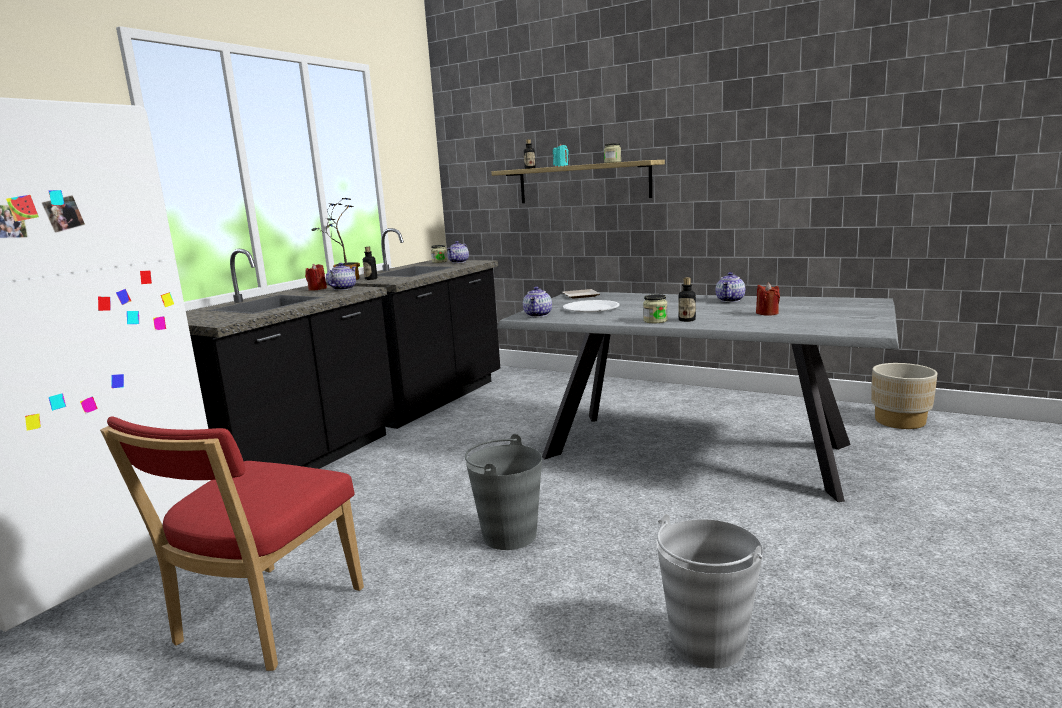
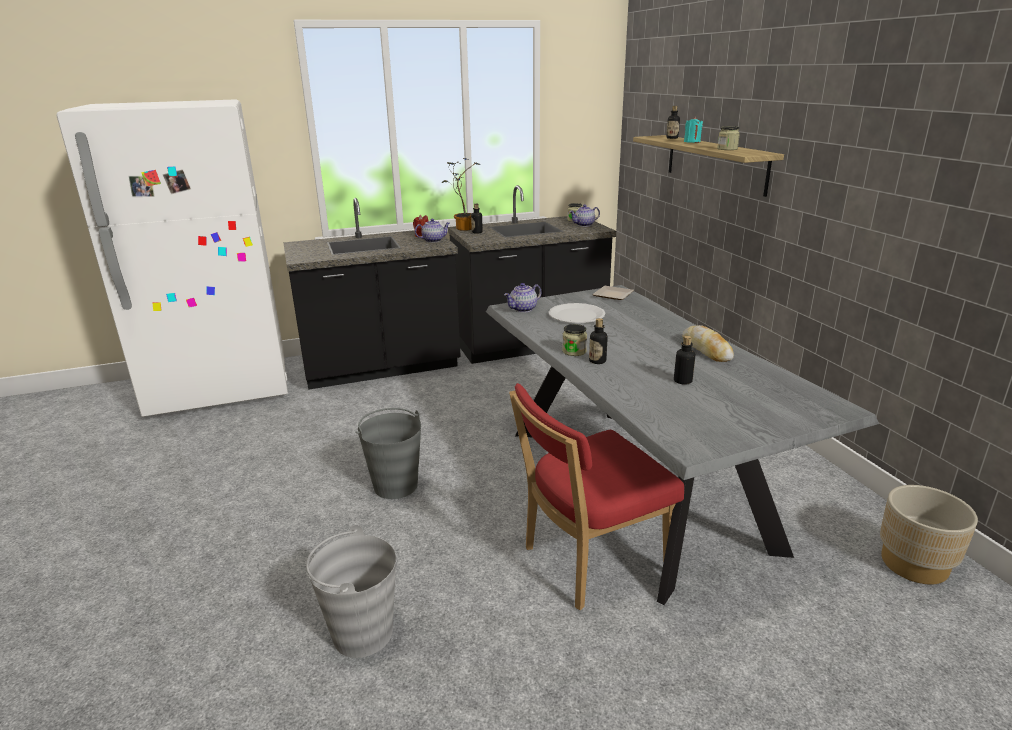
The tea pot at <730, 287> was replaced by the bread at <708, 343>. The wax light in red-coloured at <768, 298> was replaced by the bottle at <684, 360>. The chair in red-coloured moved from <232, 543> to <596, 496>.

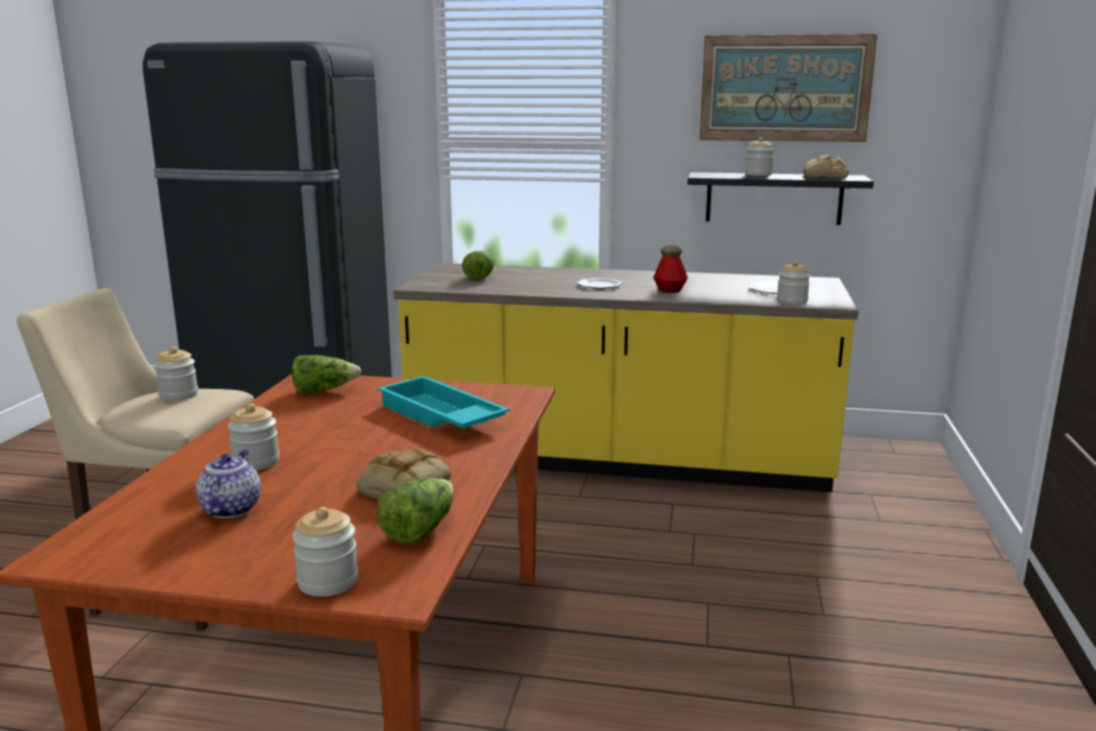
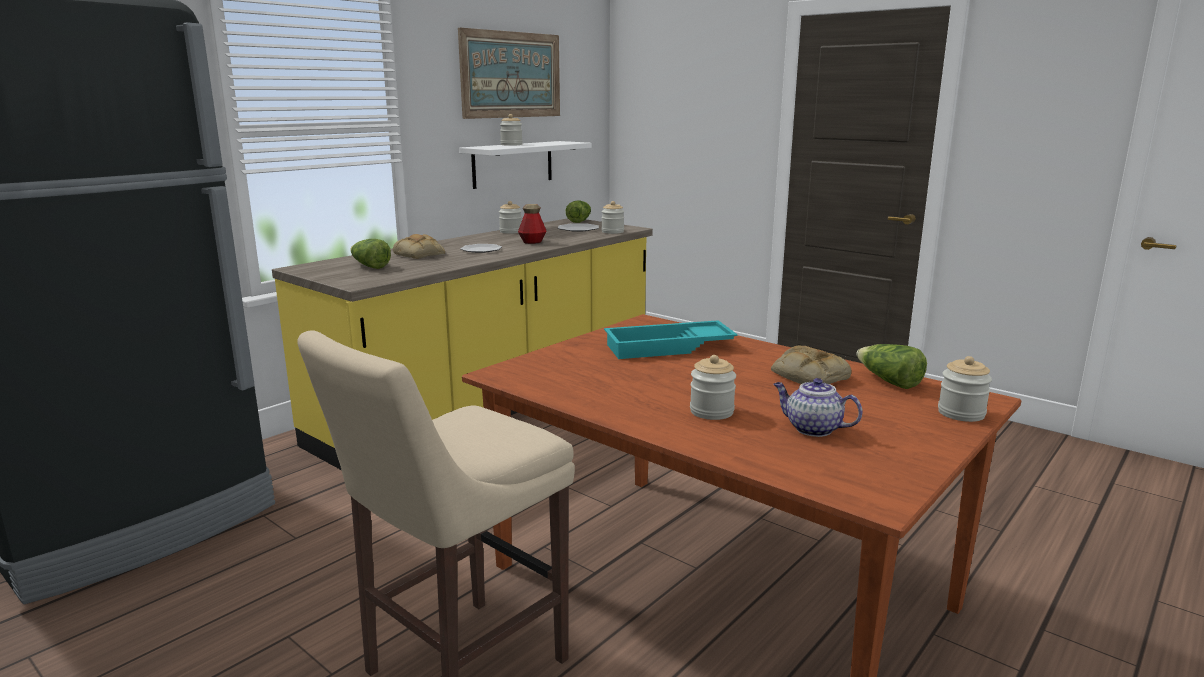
The bread moved from <826, 166> to <419, 246>. The wall shelf in blackish at <781, 198> became the wall shelf in white-coloured at <525, 165>. The preserve jar moved from <176, 373> to <510, 217>. The lettuce head moved from <326, 374> to <578, 211>.

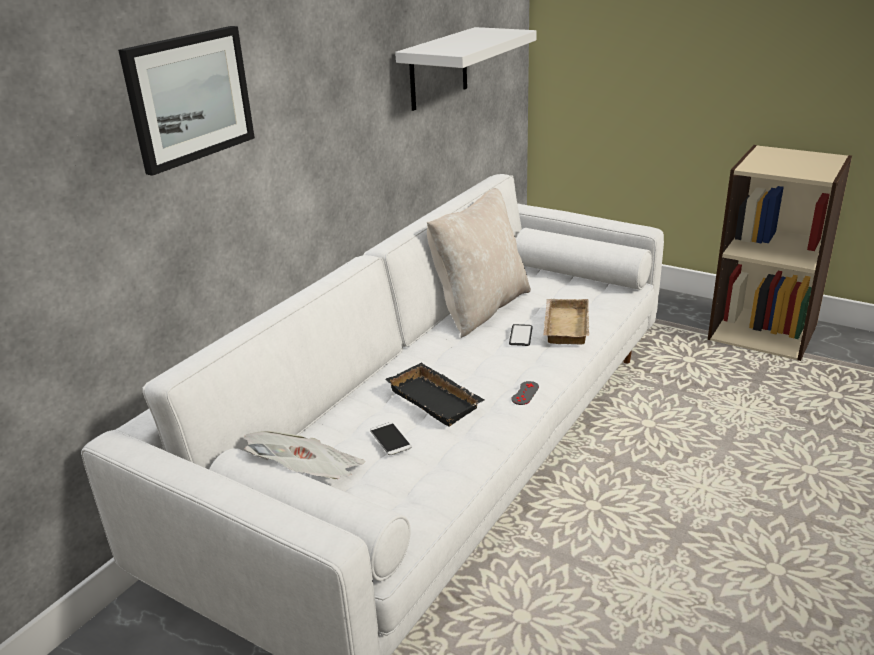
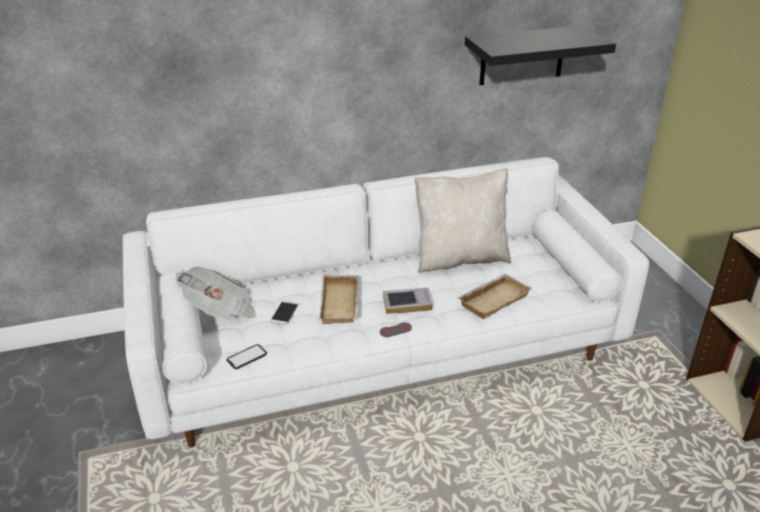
The wall picture at <186, 101> disappeared. The wall shelf in white-coloured at <466, 69> became the wall shelf in blackish at <540, 55>. The phone moved from <521, 335> to <246, 356>. The serving tray in blackish at <435, 395> became the serving tray in sand-coloured at <339, 299>. The bound book at <407, 301> appeared.

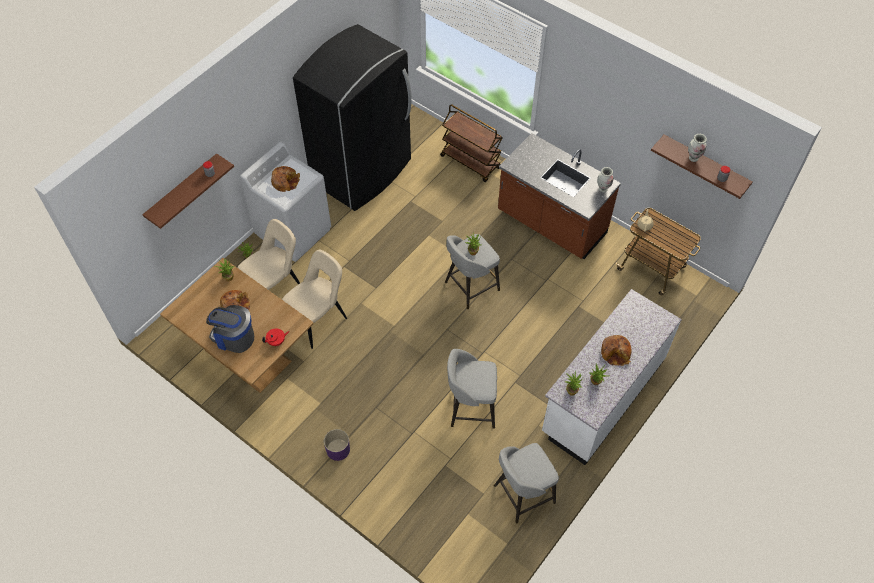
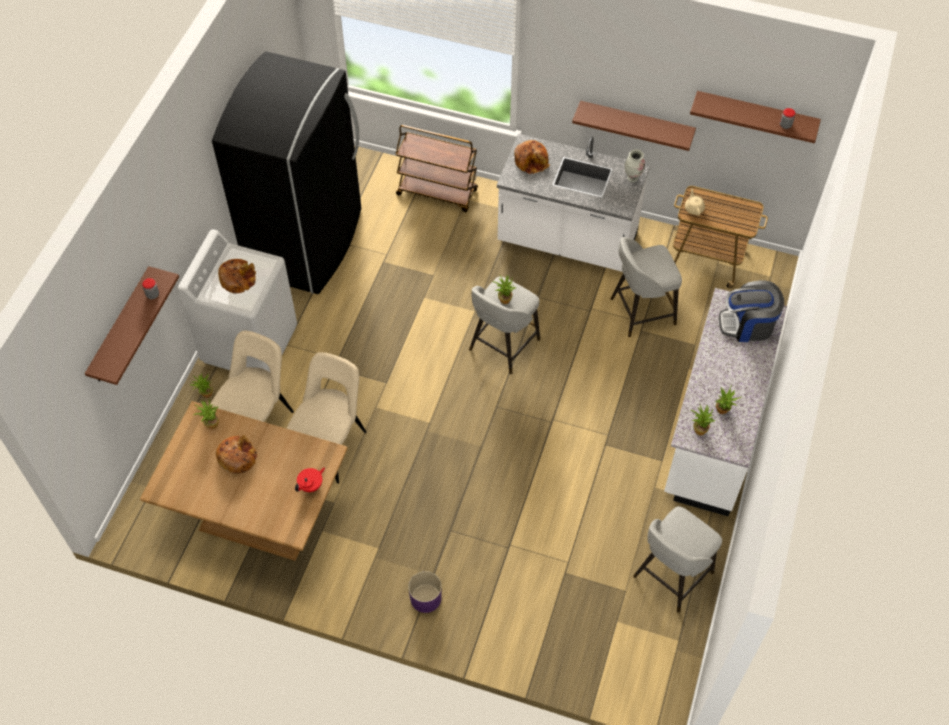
The kitchen counter in brown at <559, 196> became the kitchen counter in white-coloured at <573, 203>. The decorative vase at <697, 148> disappeared. The coffee maker moved from <230, 329> to <751, 311>. The bread moved from <616, 350> to <532, 157>. The sitting stool in gray moved from <472, 389> to <646, 287>. The wall shelf in brown at <634, 126> appeared.

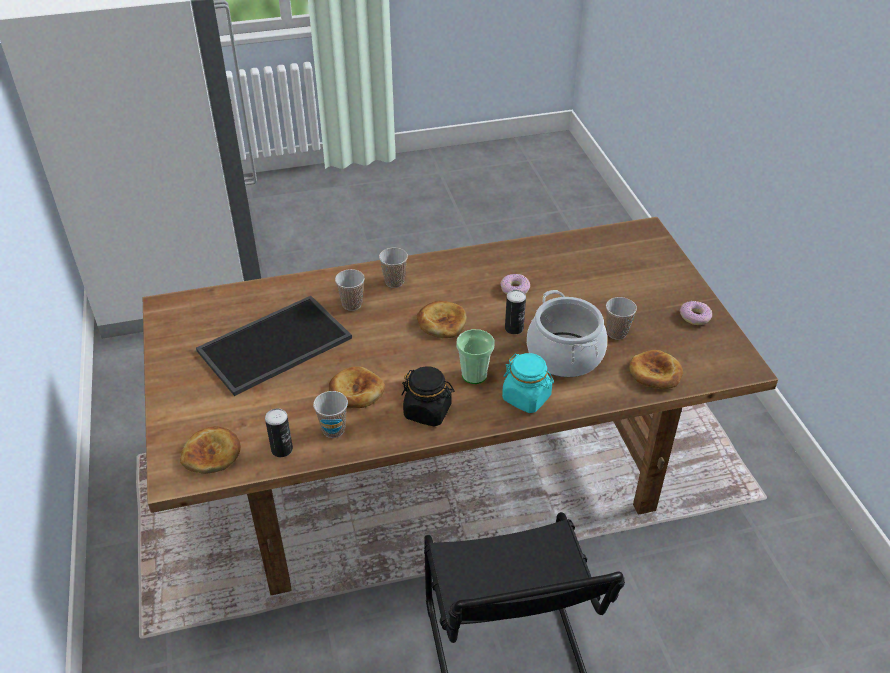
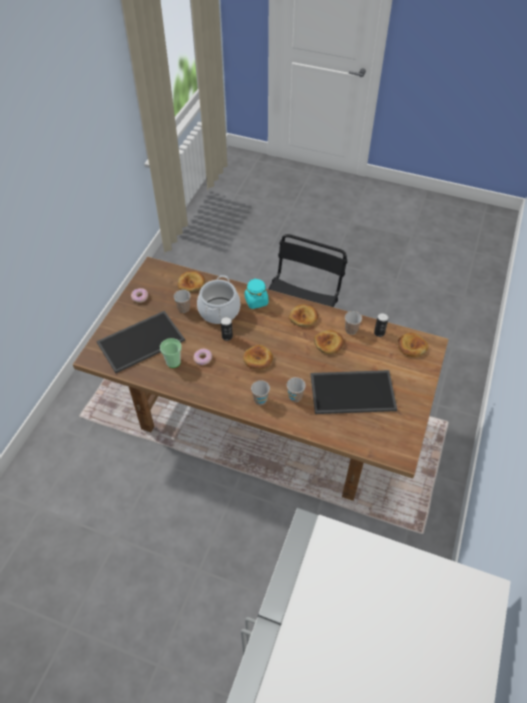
The drinking cup moved from <475, 356> to <171, 353>. The preserve jar in blackish at <428, 396> was replaced by the bread at <303, 315>. The serving tray at <140, 342> appeared.

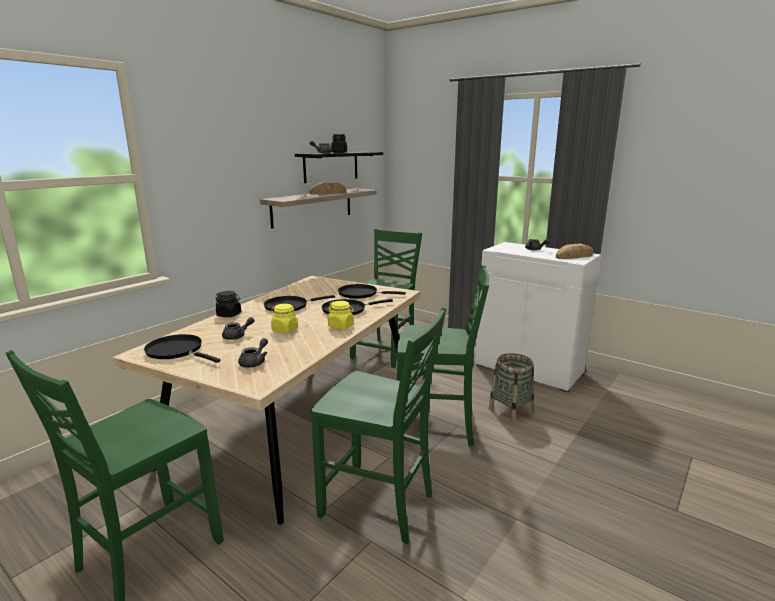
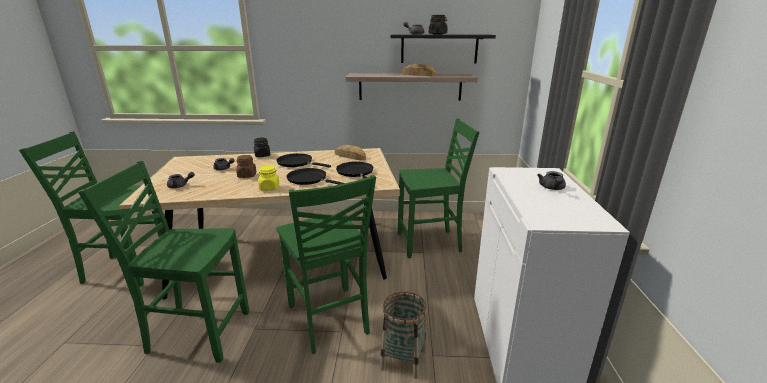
The bread moved from <574, 251> to <350, 152>. The preserve jar in yellow-coloured at <284, 318> became the preserve jar in brown at <246, 166>. The chair in green-coloured at <379, 425> turned 105 degrees clockwise. The skillet in blackish at <182, 348> disappeared.

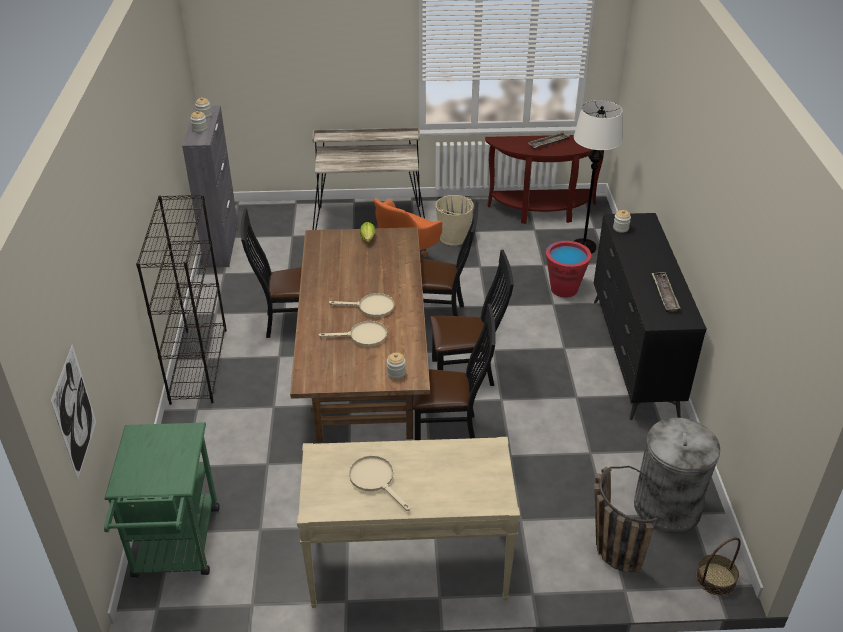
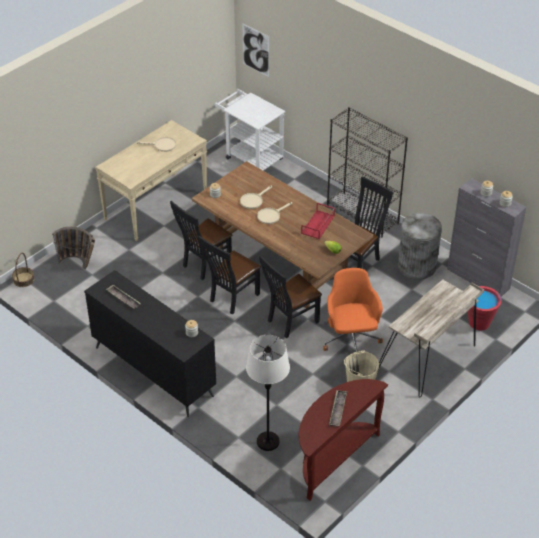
The bucket in red-coloured moved from <568, 269> to <485, 308>. The trash can in gray moved from <677, 476> to <420, 246>. The wheeled cart in green-coloured at <162, 500> became the wheeled cart in white-coloured at <250, 130>. The serving tray in red-coloured at <318, 221> appeared.

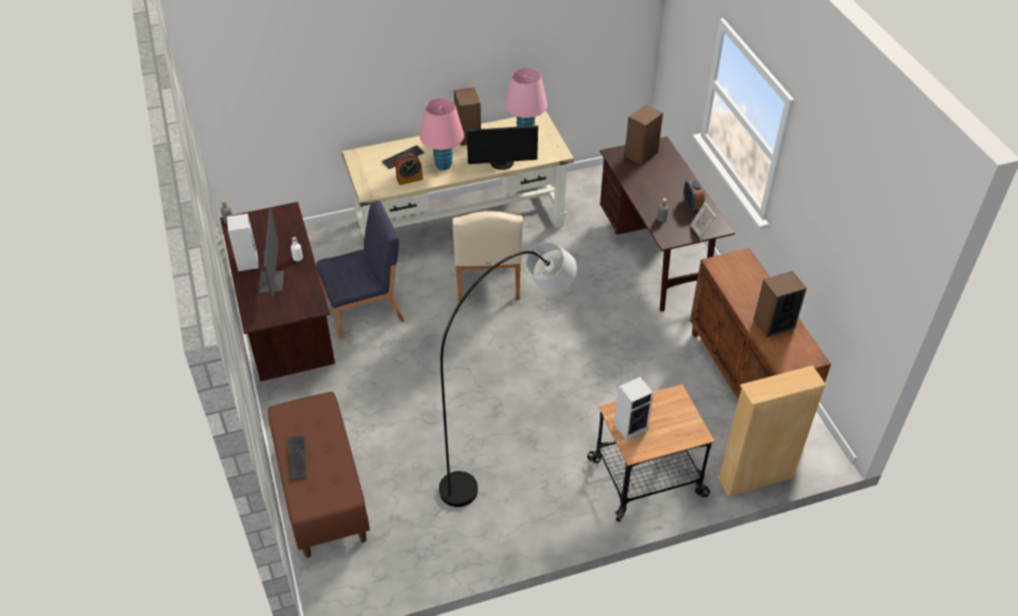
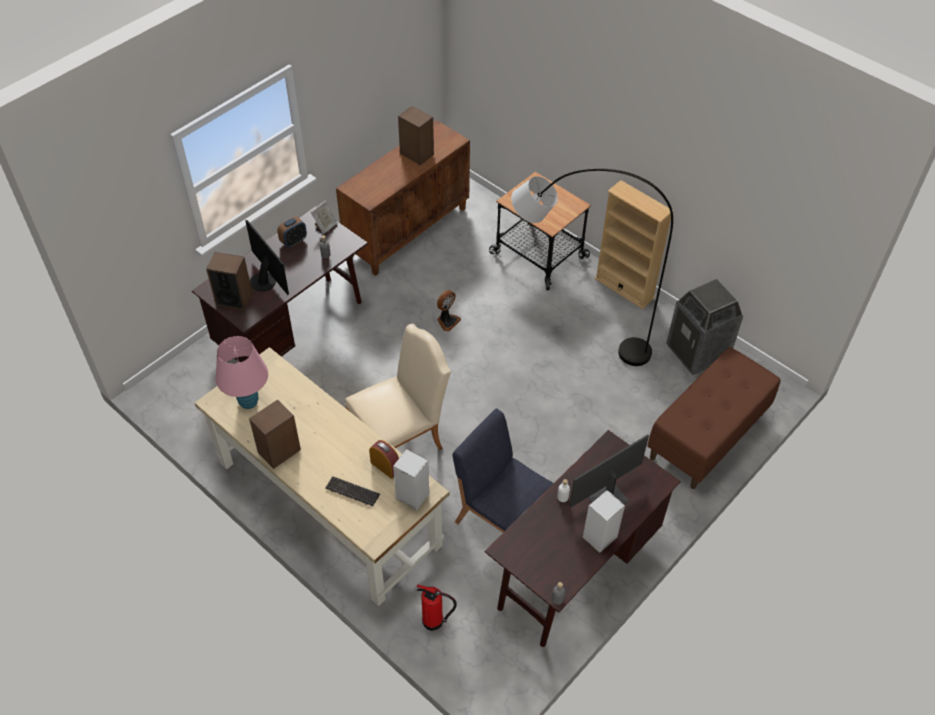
The tabletop lamp in pink at <442, 134> disappeared. The monitor moved from <502, 147> to <267, 257>. The bookshelf in sand-coloured moved from <771, 430> to <634, 244>. The speaker moved from <633, 408> to <411, 479>. The PC keyboard at <297, 458> disappeared. The trash can at <704, 327> appeared. The electric fan at <449, 311> appeared. The extinguisher at <437, 608> appeared.

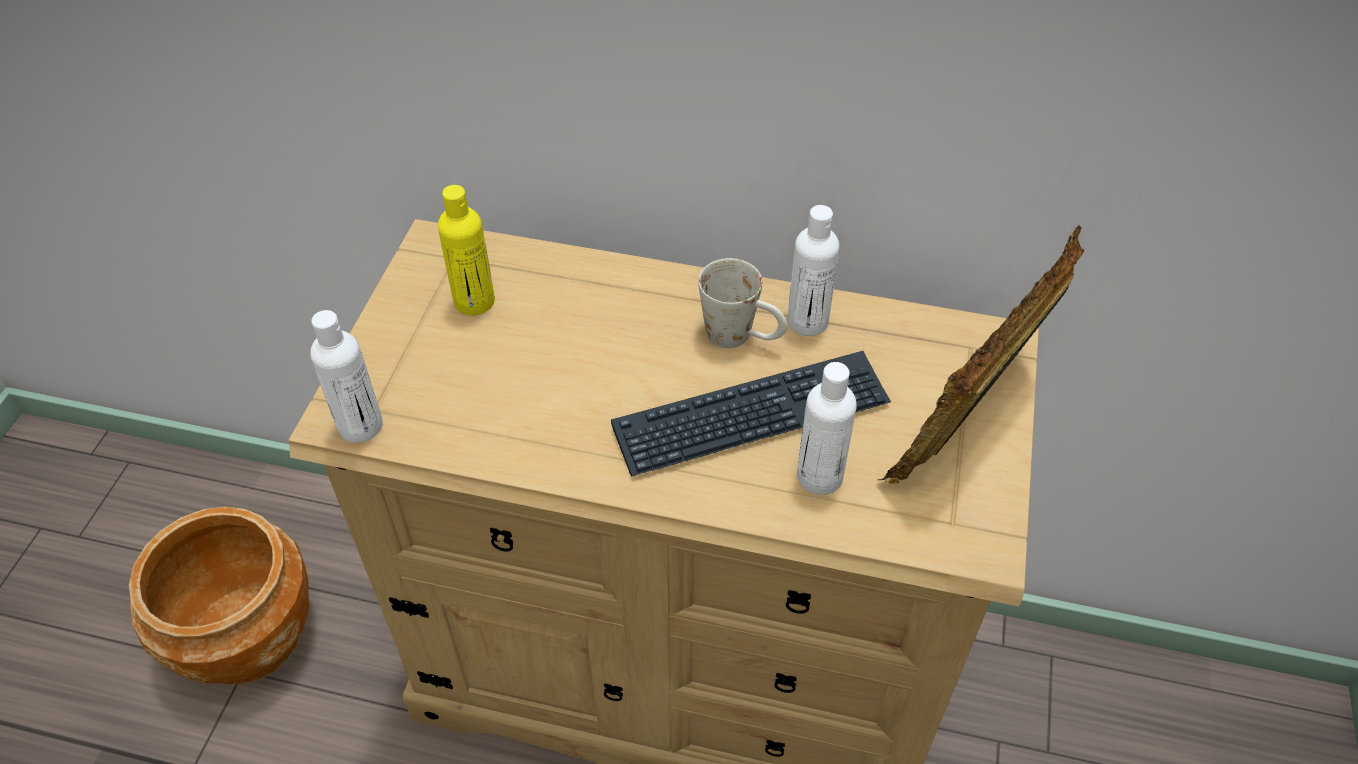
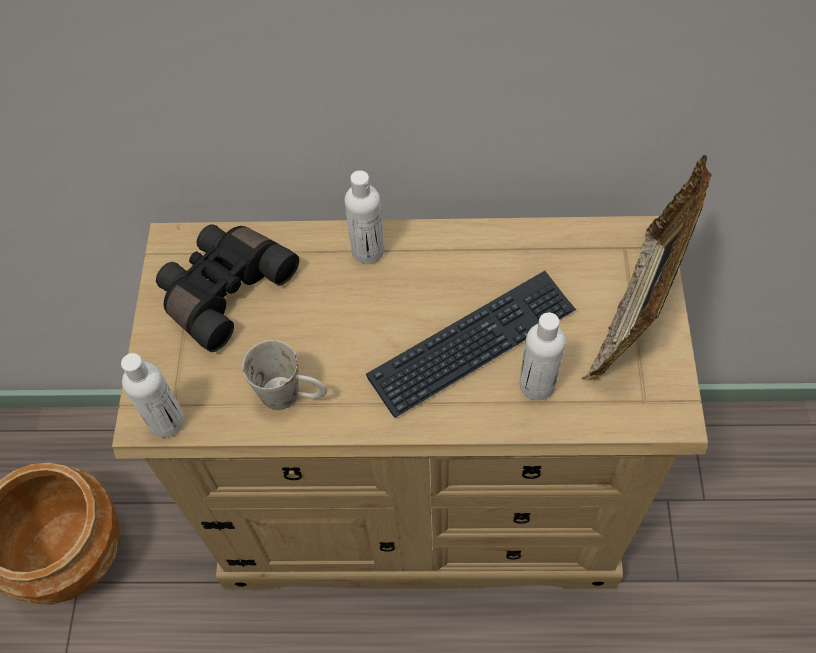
The bottle in yellow-coloured at <466, 250> was replaced by the binoculars in blackish at <227, 288>. The bottle in white-coloured moved from <813, 270> to <364, 217>. The tea mug in white-coloured moved from <742, 303> to <284, 375>.

